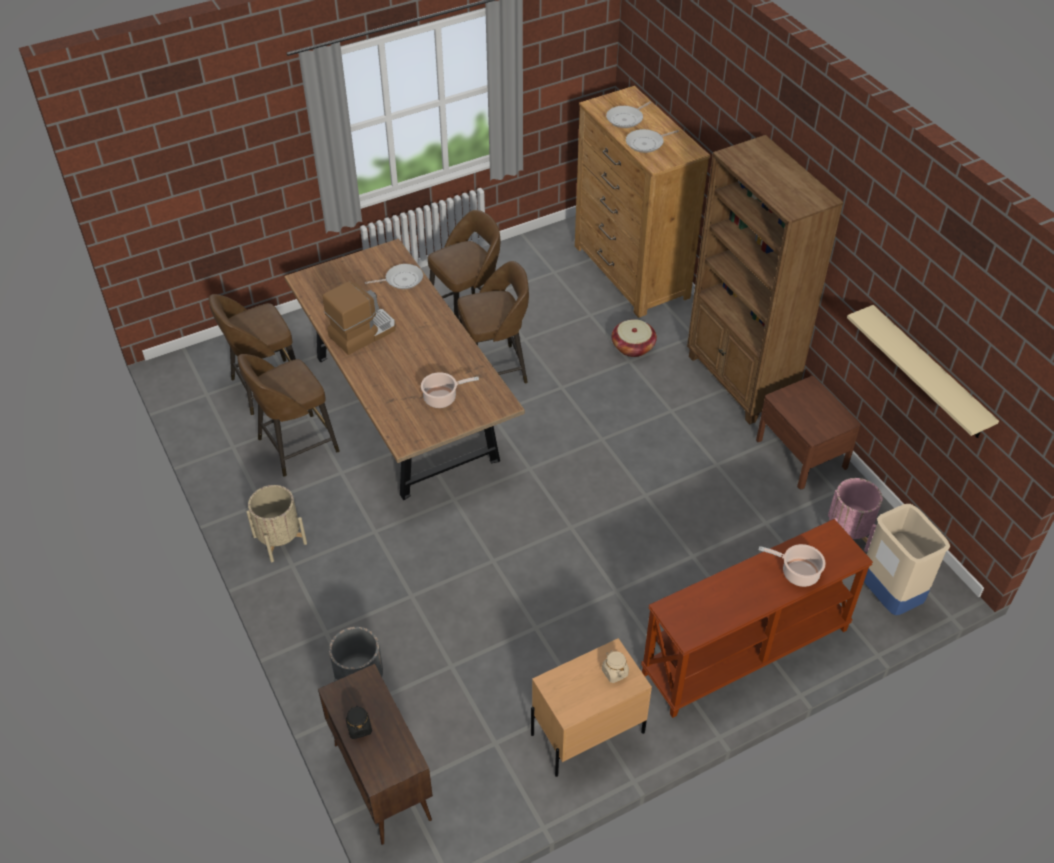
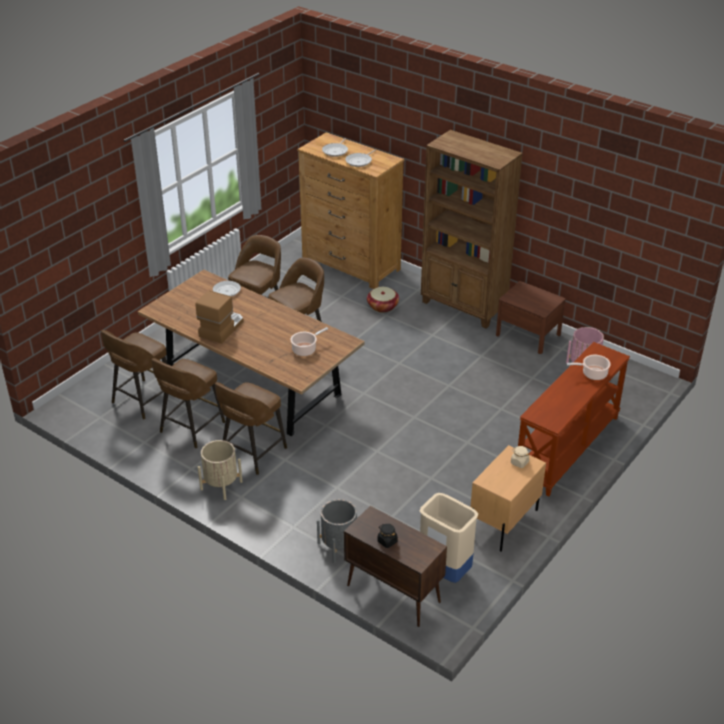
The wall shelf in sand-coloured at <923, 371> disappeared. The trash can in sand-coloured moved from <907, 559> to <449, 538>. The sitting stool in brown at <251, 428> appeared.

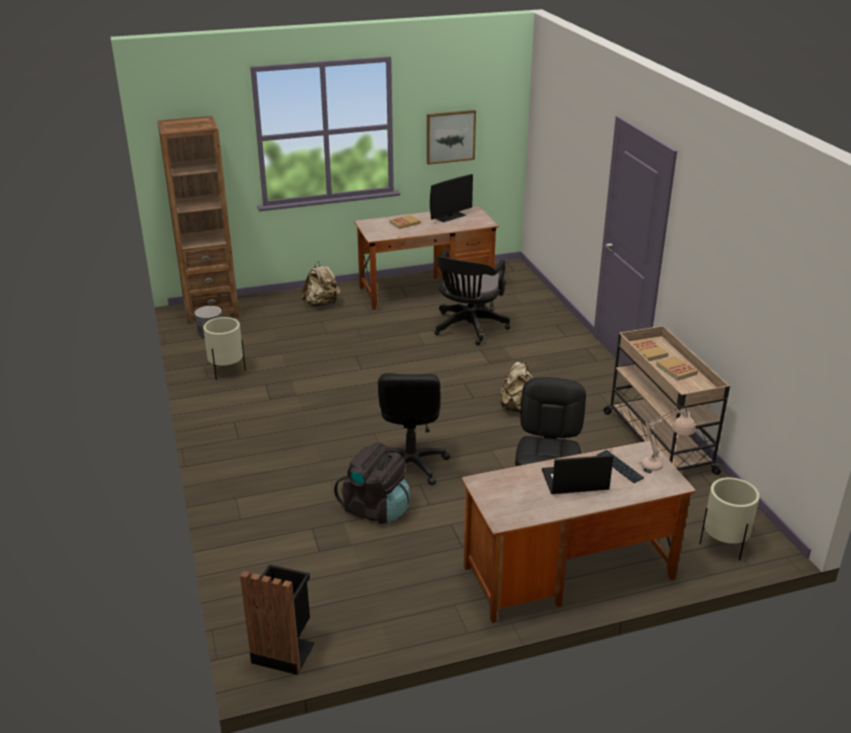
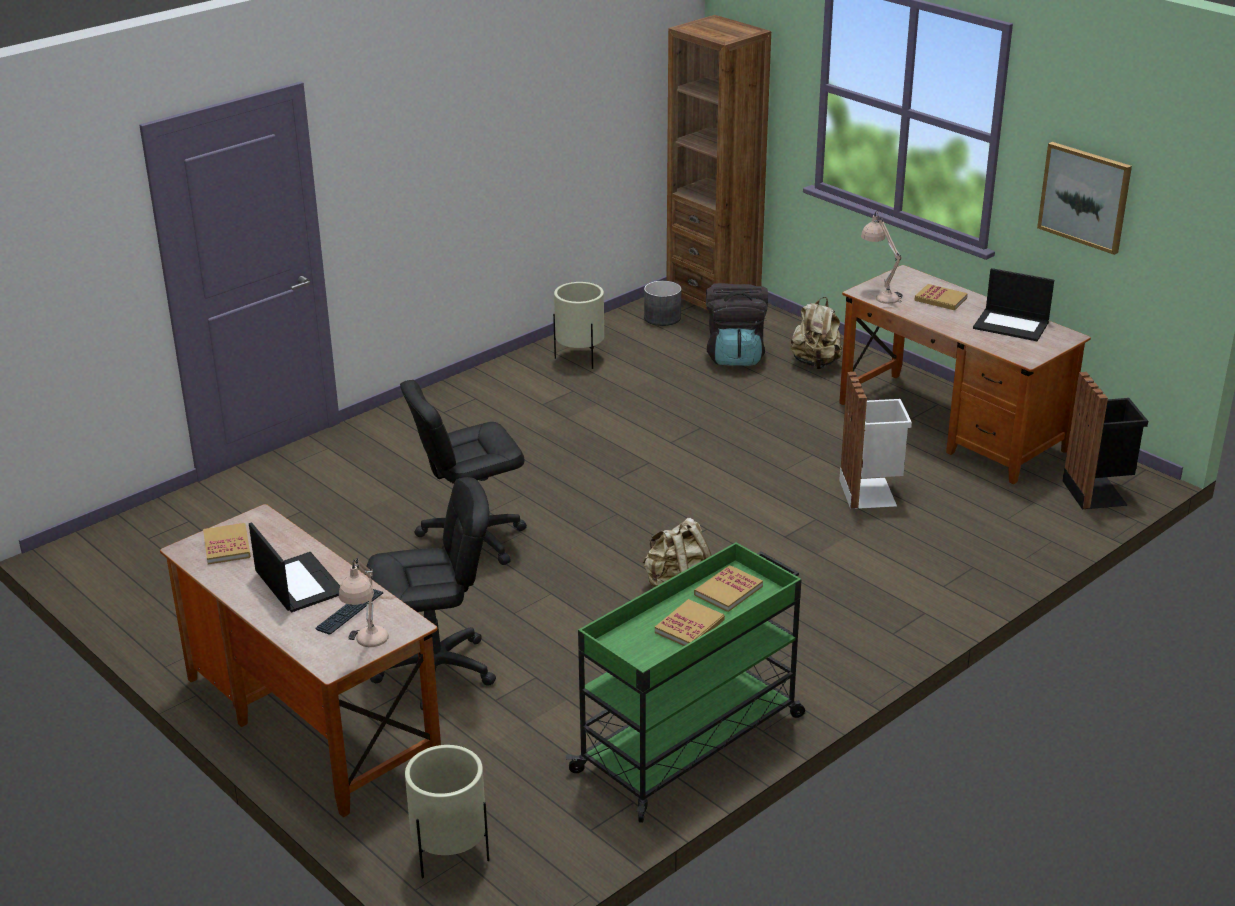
The monitor at <451, 198> was replaced by the portable computer at <1013, 304>. The office chair in blackish at <472, 297> was replaced by the trash can in white-coloured at <875, 440>. The wheeled cart in sand-coloured at <666, 400> became the wheeled cart in green-coloured at <685, 682>. The rucksack in blackish moved from <372, 483> to <737, 324>. The trash can in blackish moved from <277, 619> to <1105, 440>. The tabletop lamp in sand-coloured at <882, 257> appeared. The bound book at <227, 543> appeared.

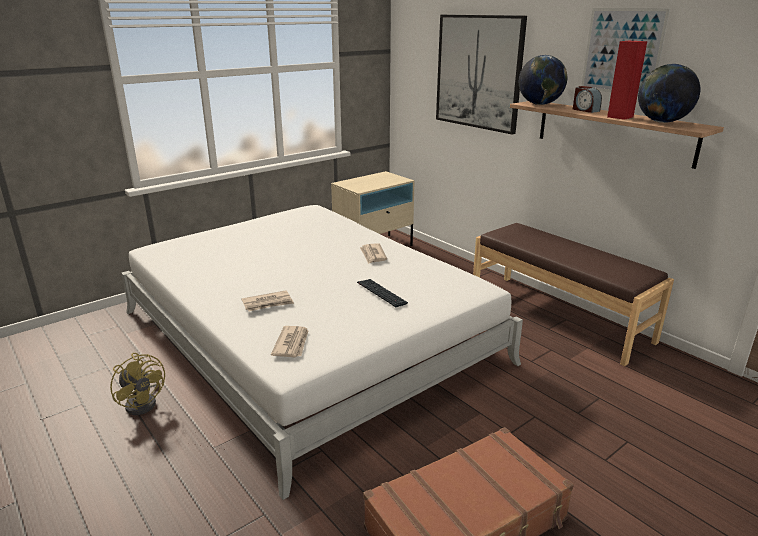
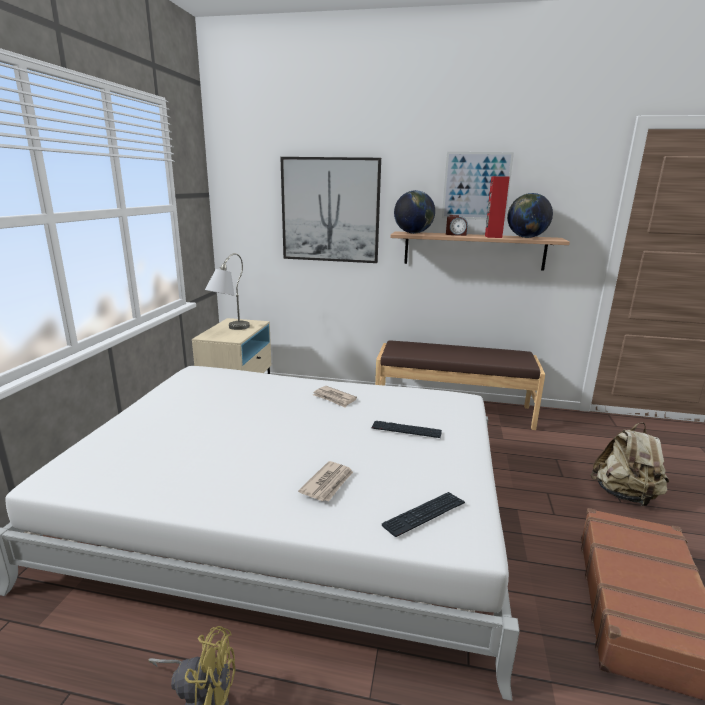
The printed paper at <290, 341> was replaced by the PC keyboard at <423, 514>. The tabletop lamp in gray at <227, 291> appeared. The rucksack in sand-coloured at <629, 464> appeared.

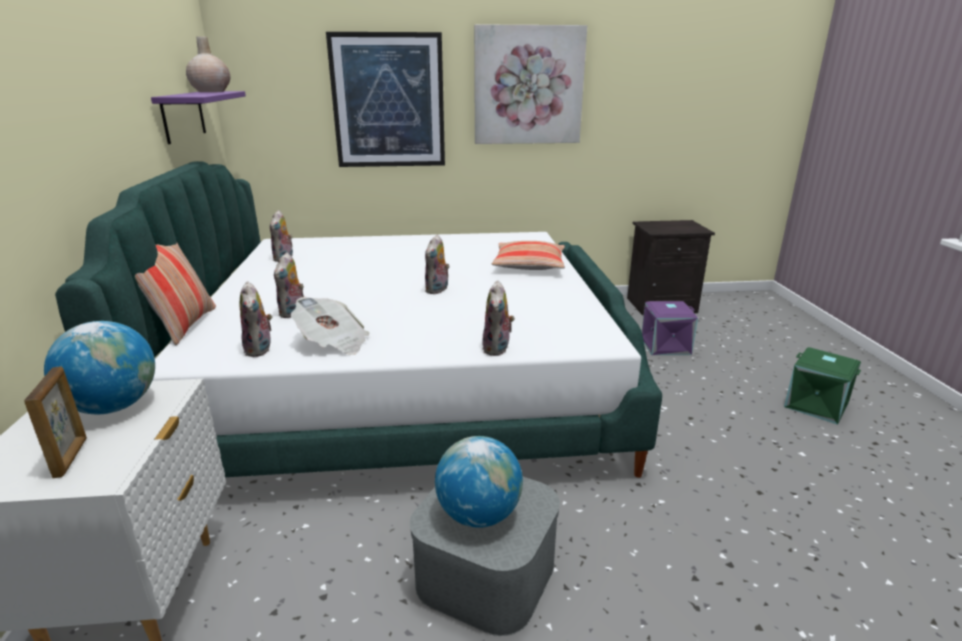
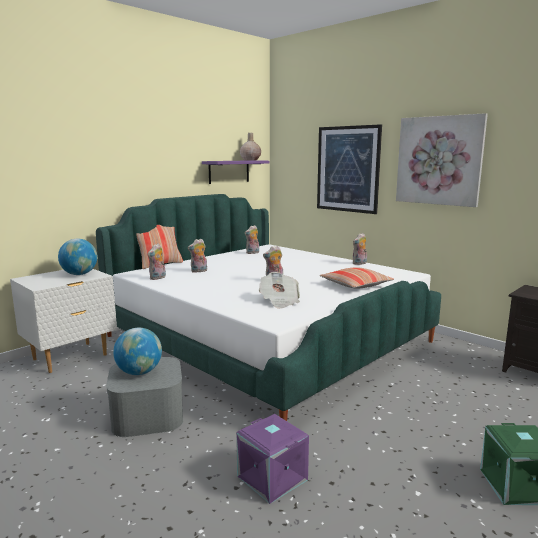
The plush toy moved from <498, 318> to <360, 249>. The printed paper moved from <330, 326> to <279, 290>. The storage container in purplish moved from <669, 328> to <272, 459>. The picture frame at <55, 422> disappeared.

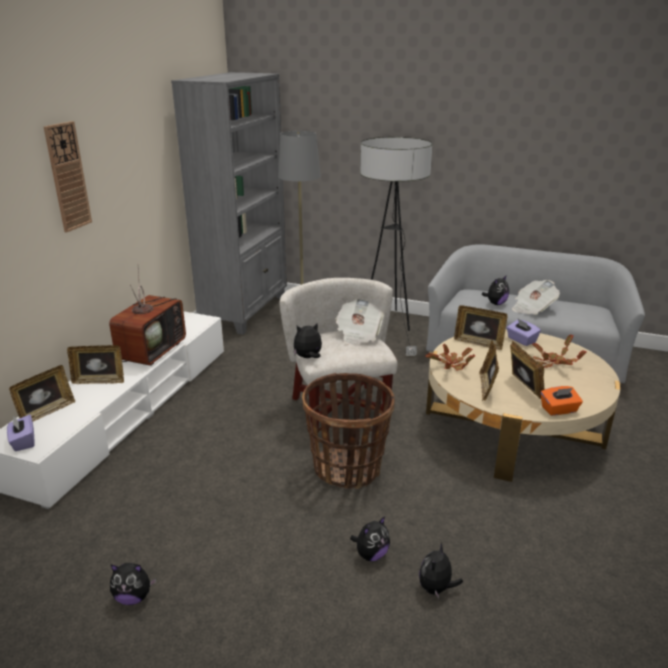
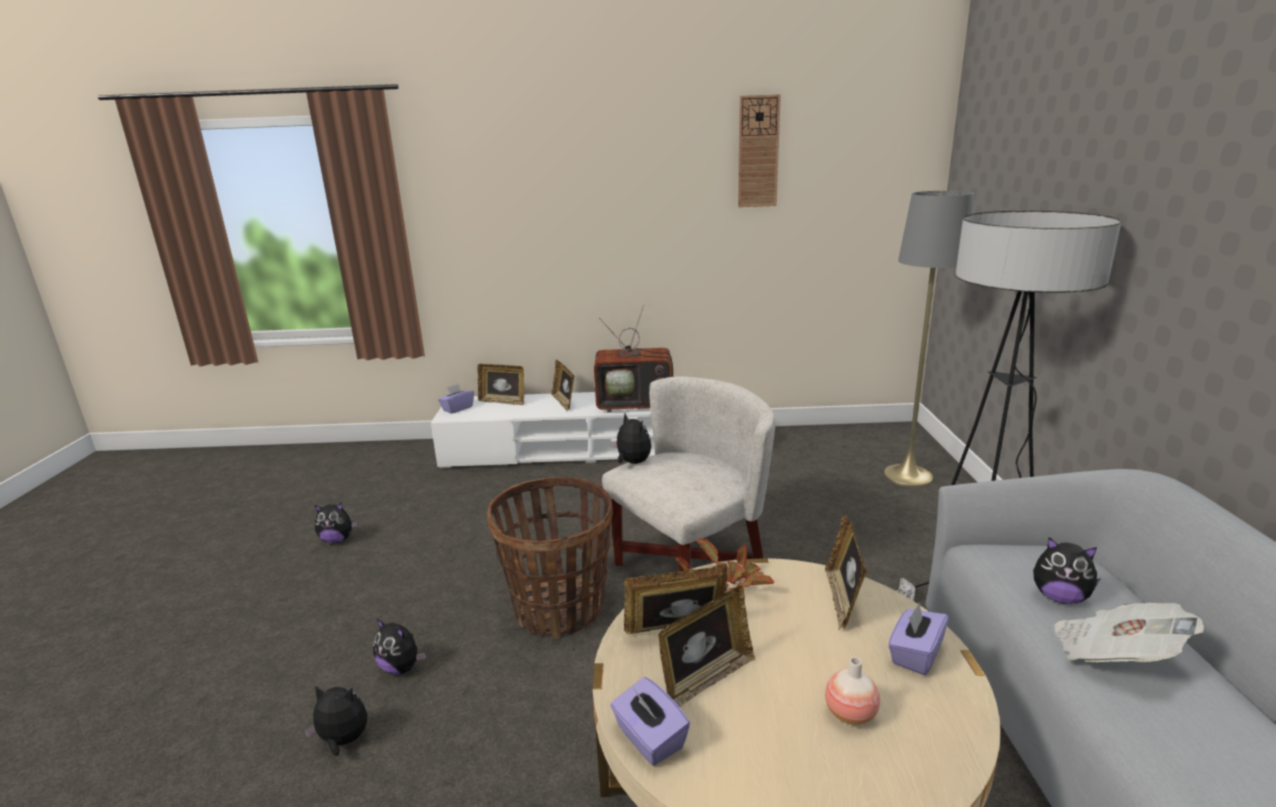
The bookshelf in gray at <229, 203> disappeared. The hanging clock moved from <68, 176> to <759, 150>. The printed paper at <359, 322> disappeared. The plant in a pot at <559, 351> was replaced by the decorative vase at <852, 691>. The tissue holder in orange at <562, 401> became the tissue holder in purplish at <650, 721>. The plush toy at <133, 584> turned 75 degrees counterclockwise.

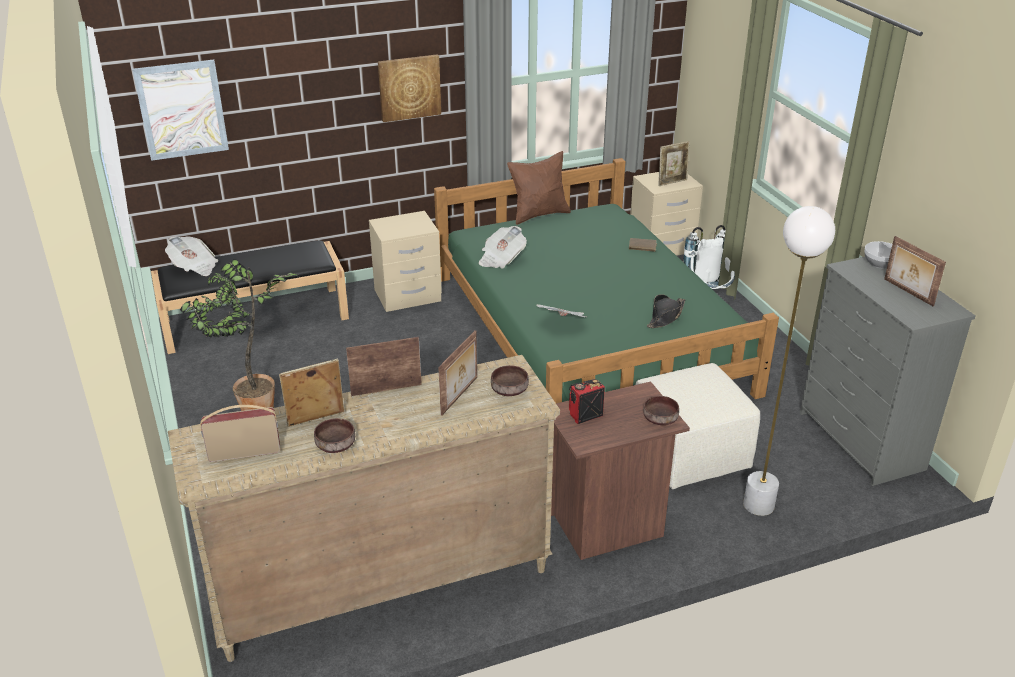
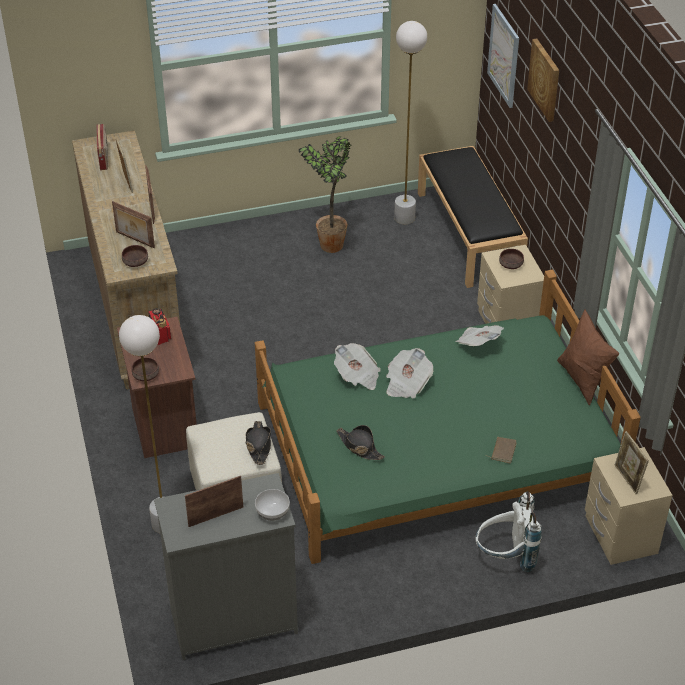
The wall picture moved from <409, 88> to <543, 80>. The printed paper moved from <191, 256> to <409, 373>. The deep dish in brown moved from <334, 435> to <511, 259>. The standing lamp in white-coloured at <410, 122> appeared. The wearable hat in blackish at <258, 443> appeared.

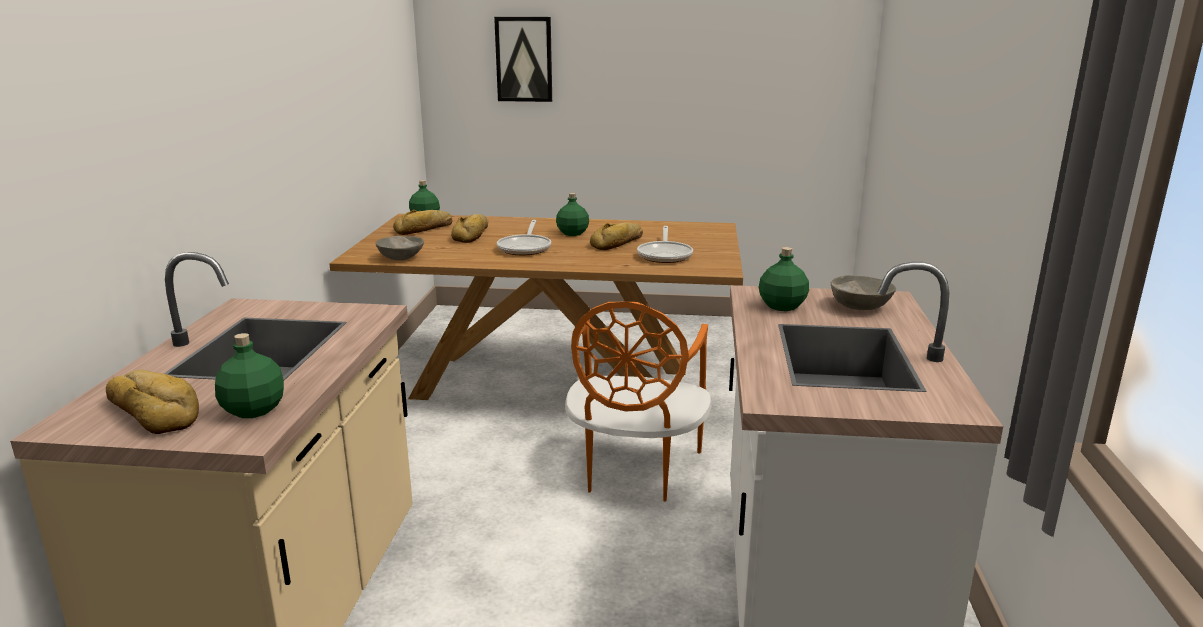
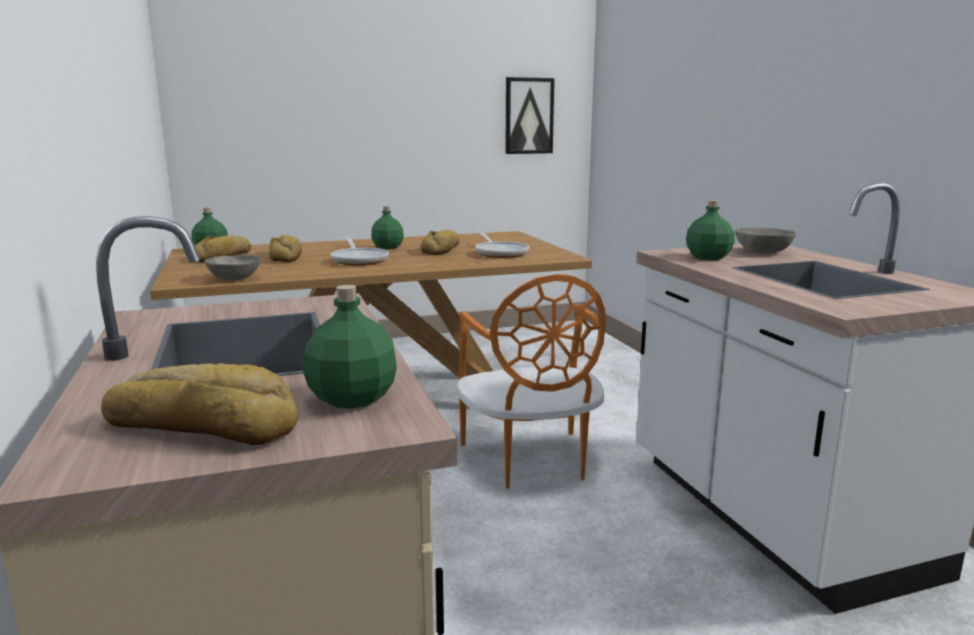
The wall picture moved from <523, 59> to <530, 115>.

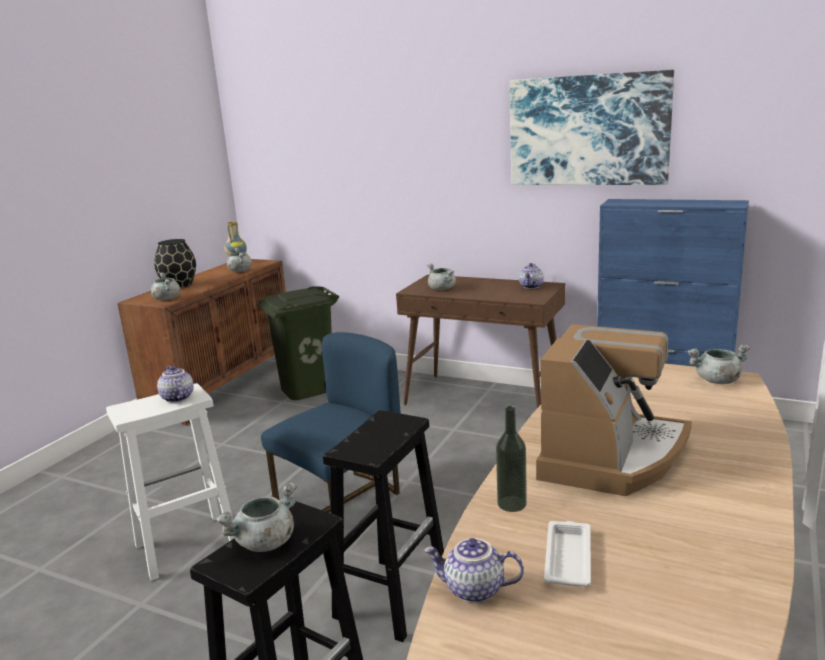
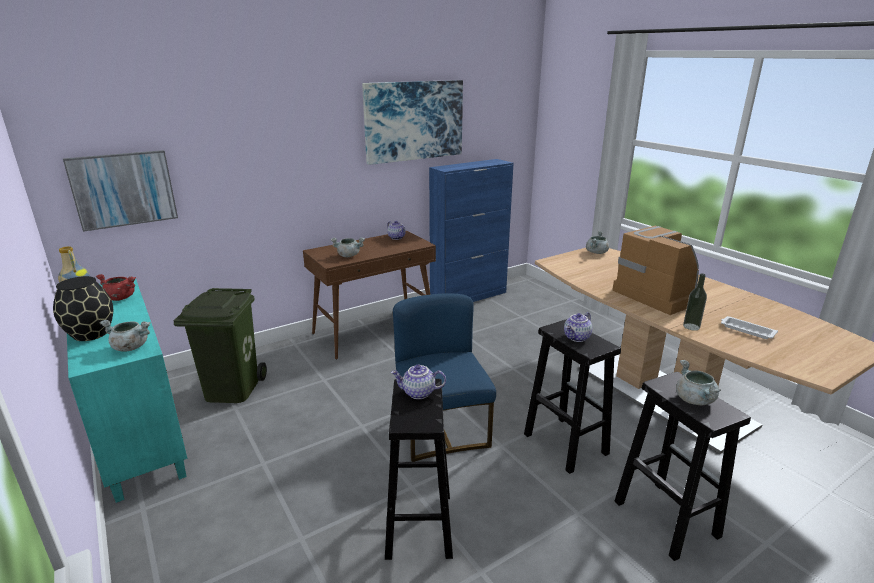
The cooking pot in gray at <239, 260> became the cooking pot in red-coloured at <116, 287>. The cabinet in brown at <201, 342> became the cabinet in blue-green at <127, 391>. The sitting stool in white-coloured at <170, 482> became the sitting stool in blackish at <419, 469>. The tea pot moved from <474, 570> to <578, 327>. The wall picture at <120, 191> appeared.

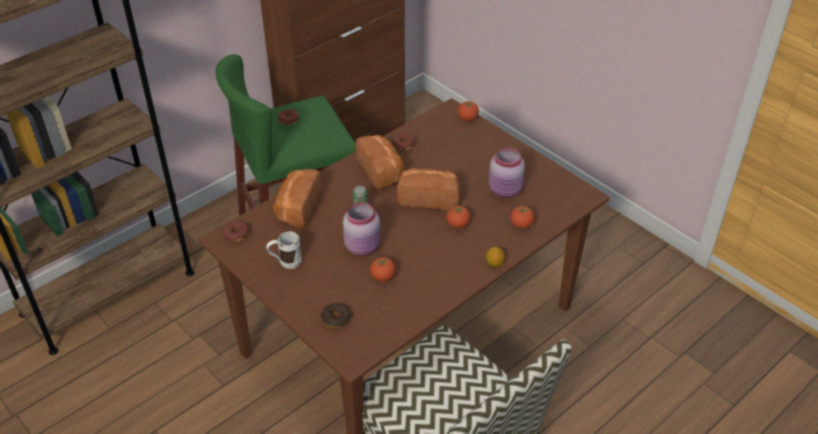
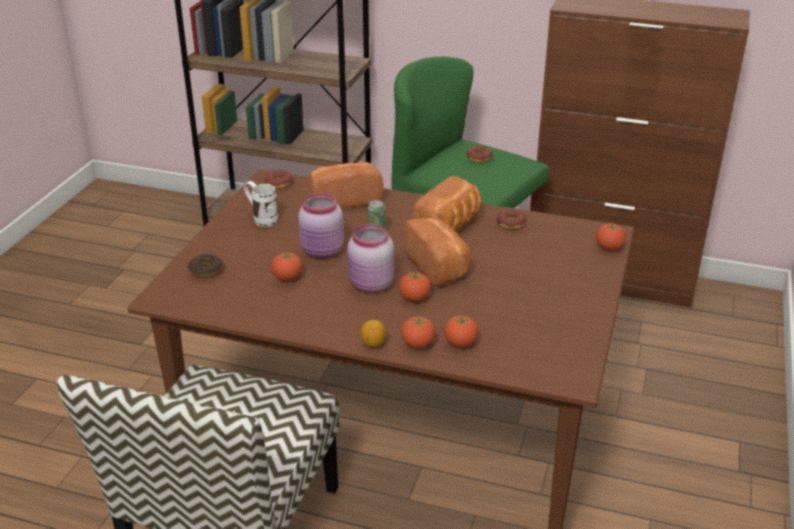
The preserve jar in pink moved from <507, 173> to <370, 258>. The tomato at <418, 332> appeared.

